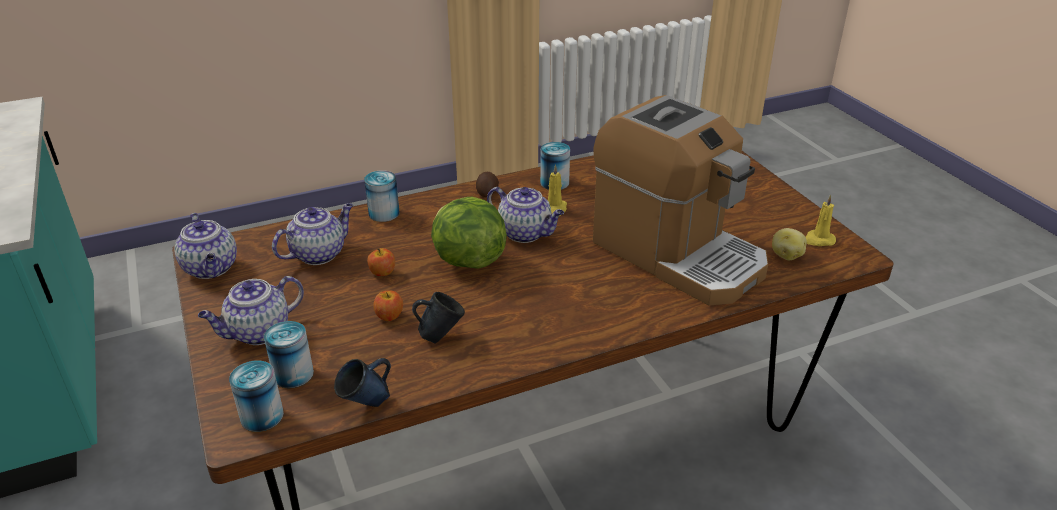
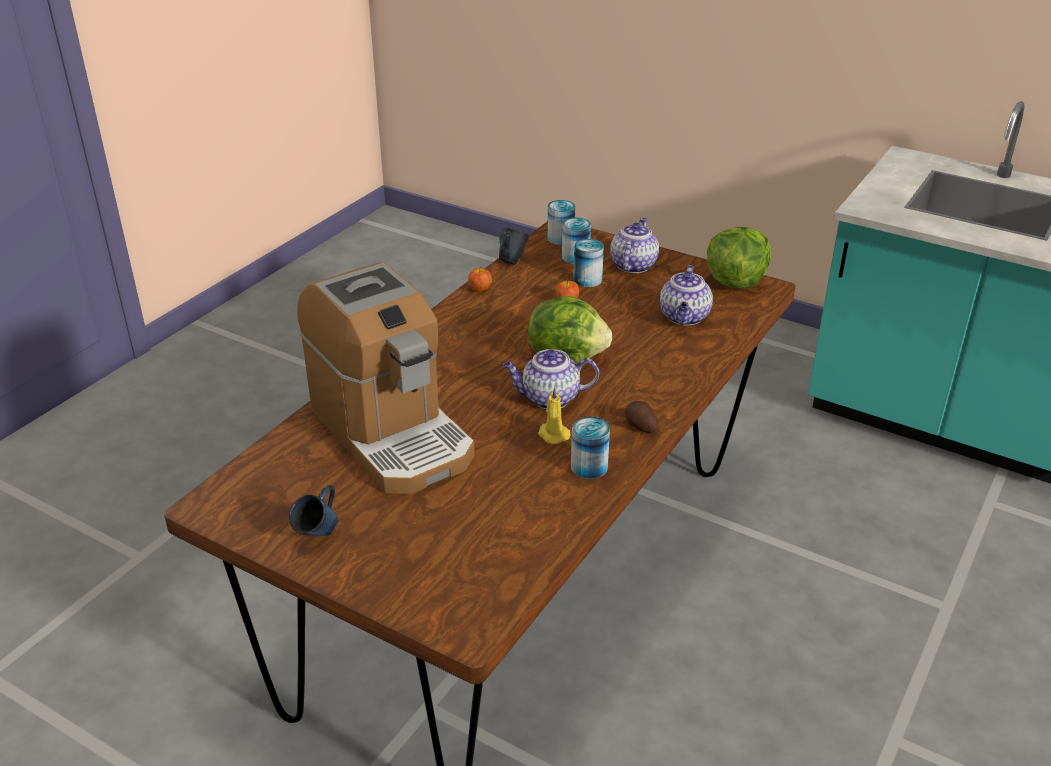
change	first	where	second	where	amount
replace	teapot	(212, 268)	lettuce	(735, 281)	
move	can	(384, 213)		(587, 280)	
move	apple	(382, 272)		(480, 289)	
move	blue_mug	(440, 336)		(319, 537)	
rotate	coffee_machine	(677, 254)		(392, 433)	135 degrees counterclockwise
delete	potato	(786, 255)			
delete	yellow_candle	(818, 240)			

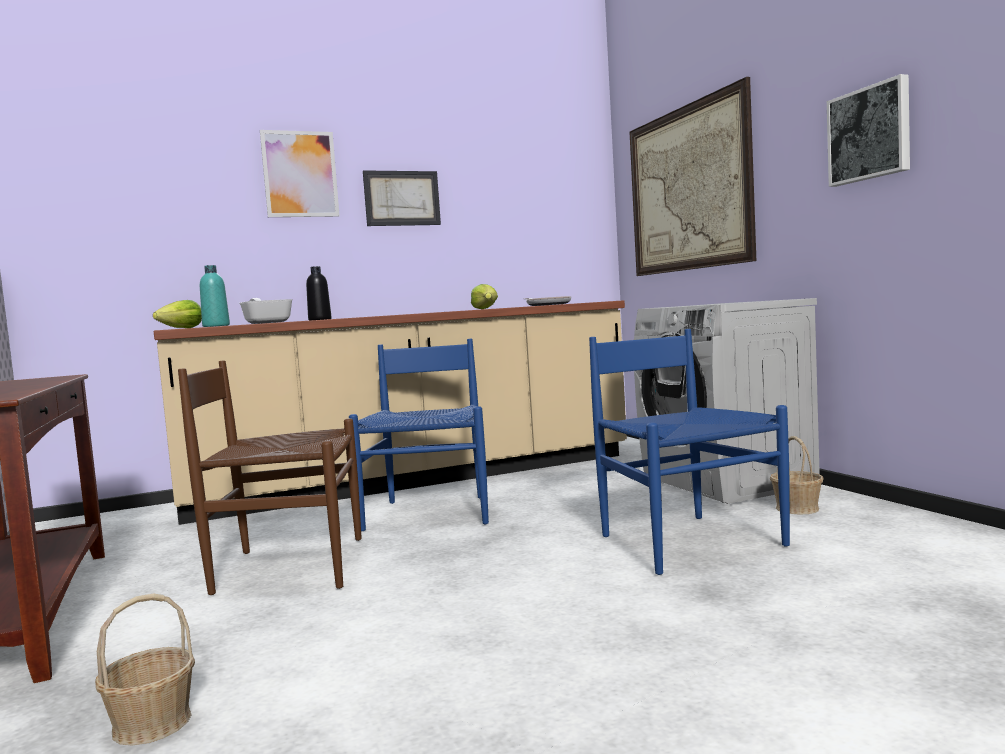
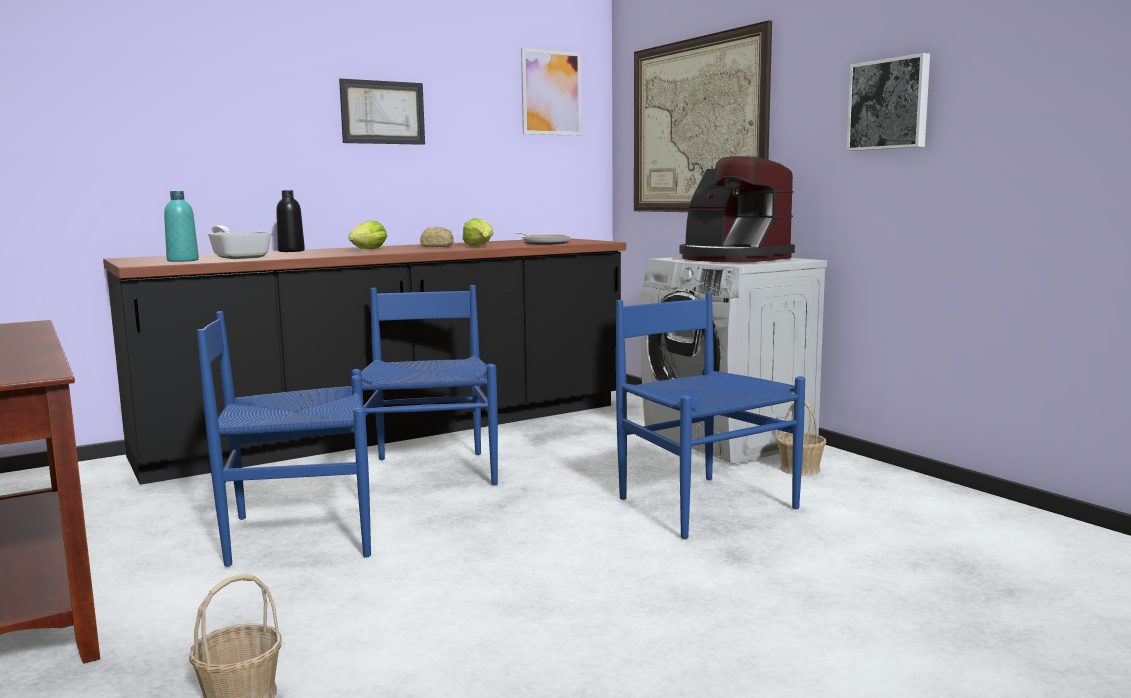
change	first	where	second	where	amount
move	lettuce	(181, 328)		(368, 250)	
recolor	beige_counter	(415, 480)	black_counter	(395, 431)	
recolor	brown_chair	(288, 567)	blue_chair	(299, 534)	
move	picture	(300, 174)		(551, 93)	
insert			bread	(437, 246)	
insert			coffee_machine	(732, 258)	

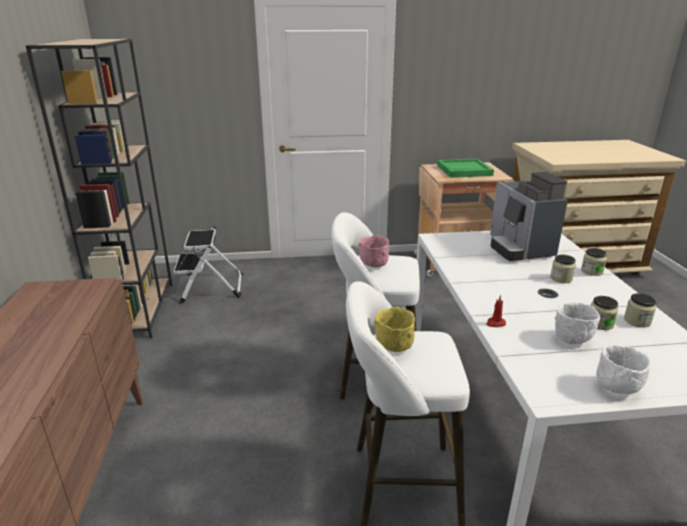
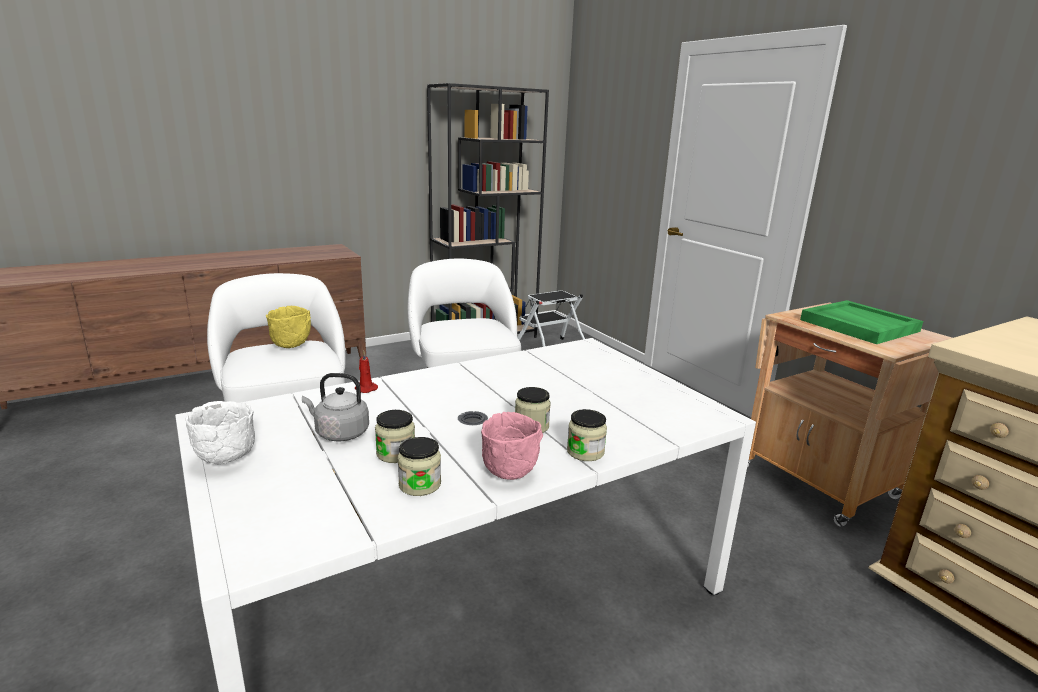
change	first	where	second	where	amount
move	pink_bowl	(374, 265)		(511, 472)	
delete	coffee_machine	(519, 248)			
replace	white_bowl	(572, 340)	grey_kettle	(339, 433)	

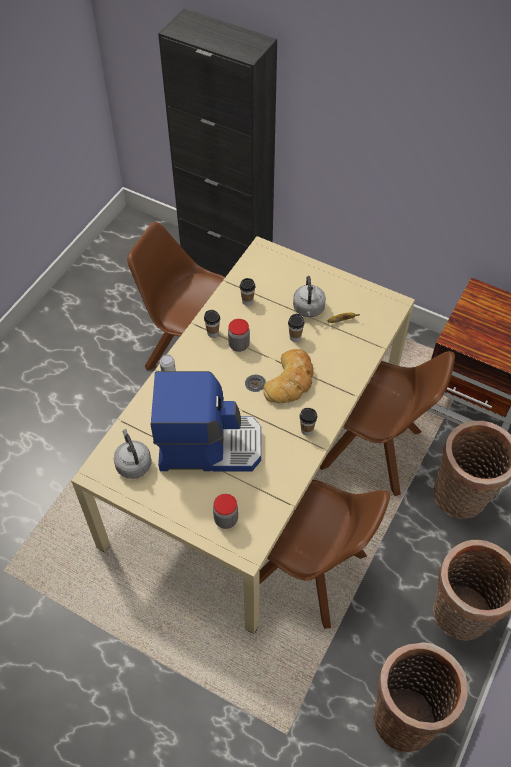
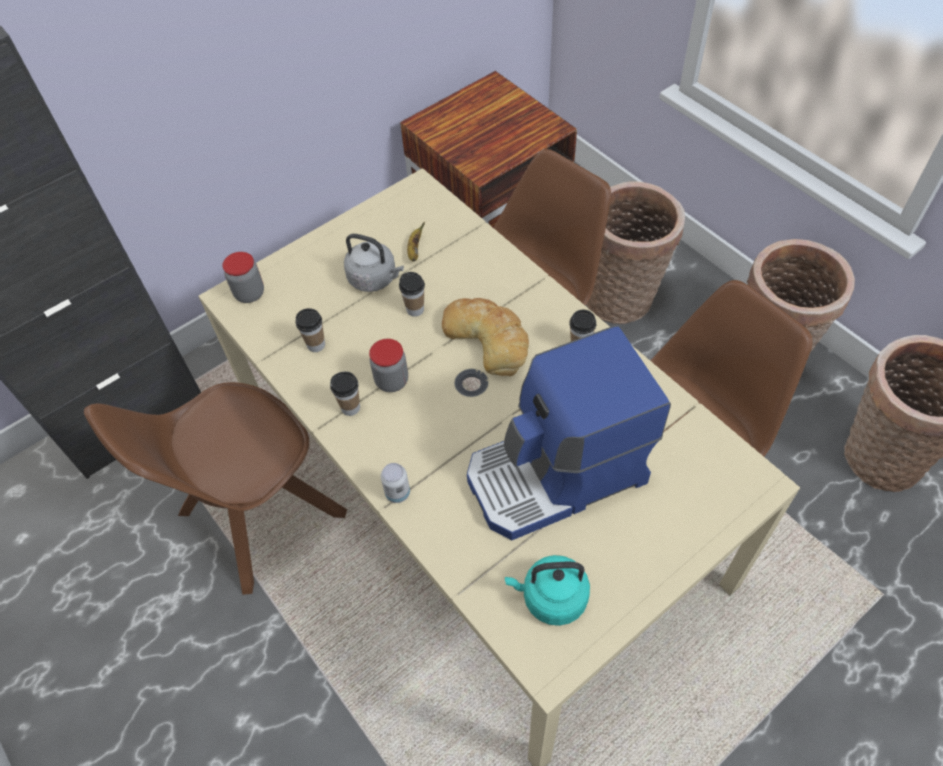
change	first	where	second	where	amount
recolor	grey_kettle	(133, 463)	turquoise_kettle	(551, 598)	
rotate	coffee_machine	(209, 445)		(557, 476)	135 degrees counterclockwise
move	jar	(226, 519)		(249, 293)	

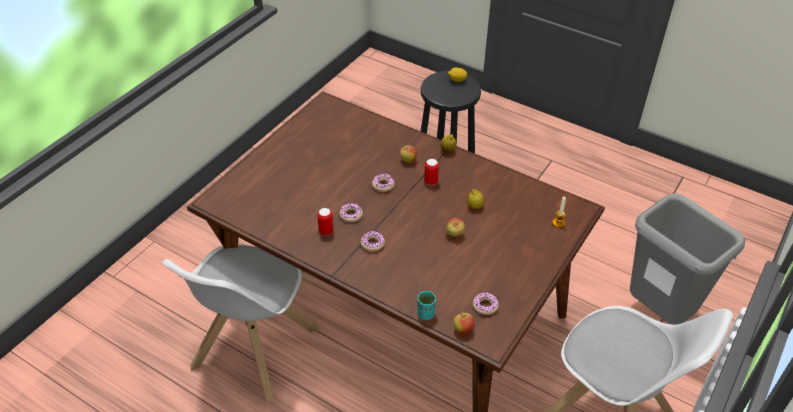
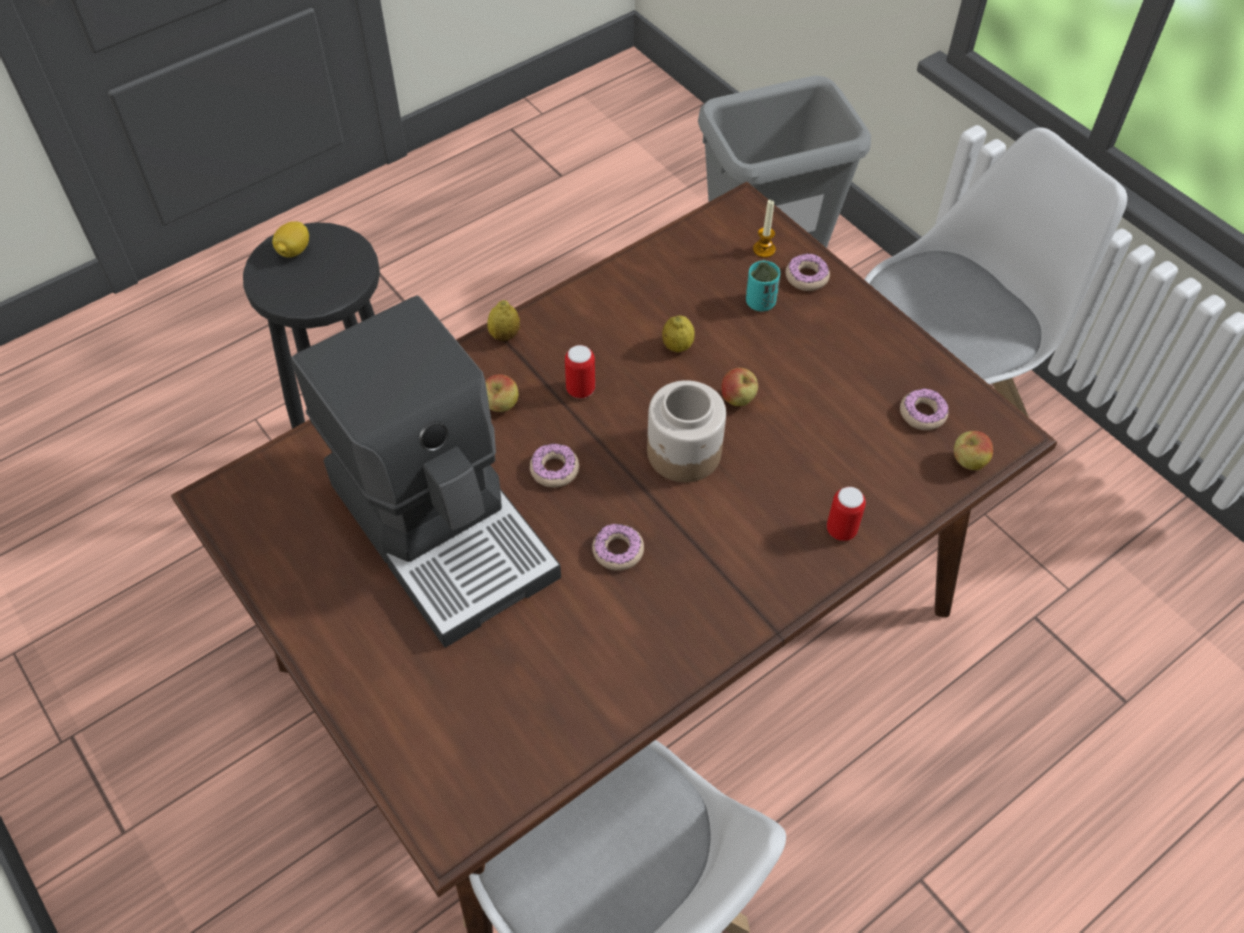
change	first	where	second	where	amount
move	can	(326, 231)		(841, 530)	
move	donut	(372, 244)		(806, 277)	
move	turquoise_cup	(425, 314)		(760, 302)	
insert			coffee_machine	(444, 526)	
insert			jar	(684, 453)	

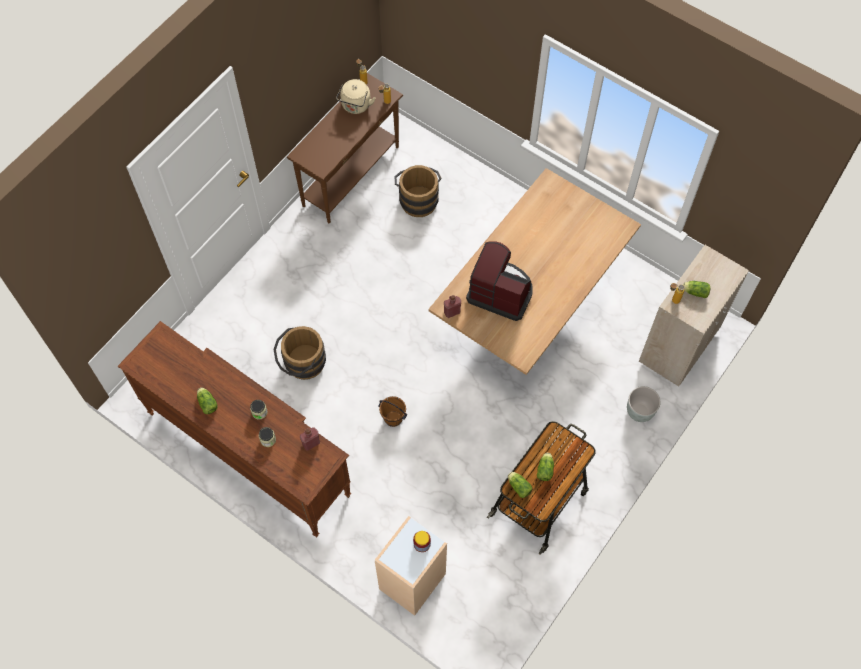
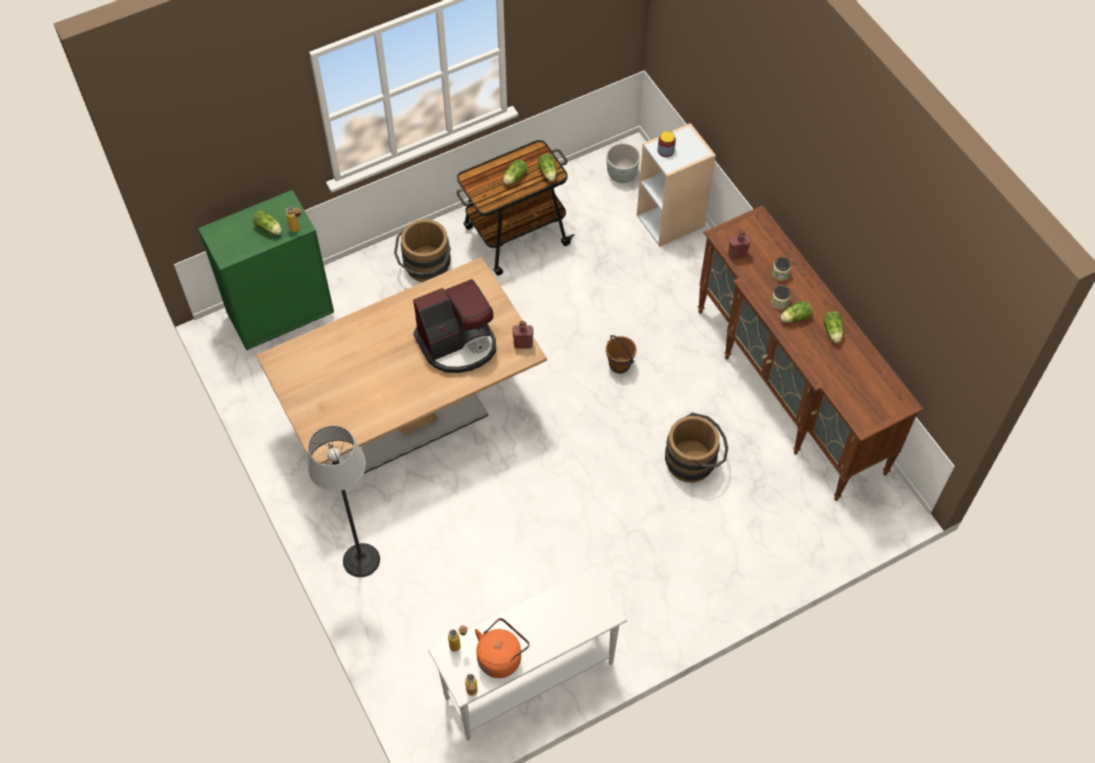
change	first	where	second	where	amount
recolor	brown_console_table	(350, 175)	white_console_table	(529, 682)	
recolor	beige_kettle	(355, 106)	orange_kettle	(501, 657)	
move	brown_bucket	(418, 199)		(426, 269)	
rotate	coffee_machine	(500, 292)		(458, 344)	75 degrees counterclockwise
move	grey_planter	(639, 412)		(622, 175)	
recolor	beige_cabinet	(678, 348)	green_cabinet	(282, 315)	
insert			floor_lamp	(361, 559)	
insert			lettuce	(794, 317)	

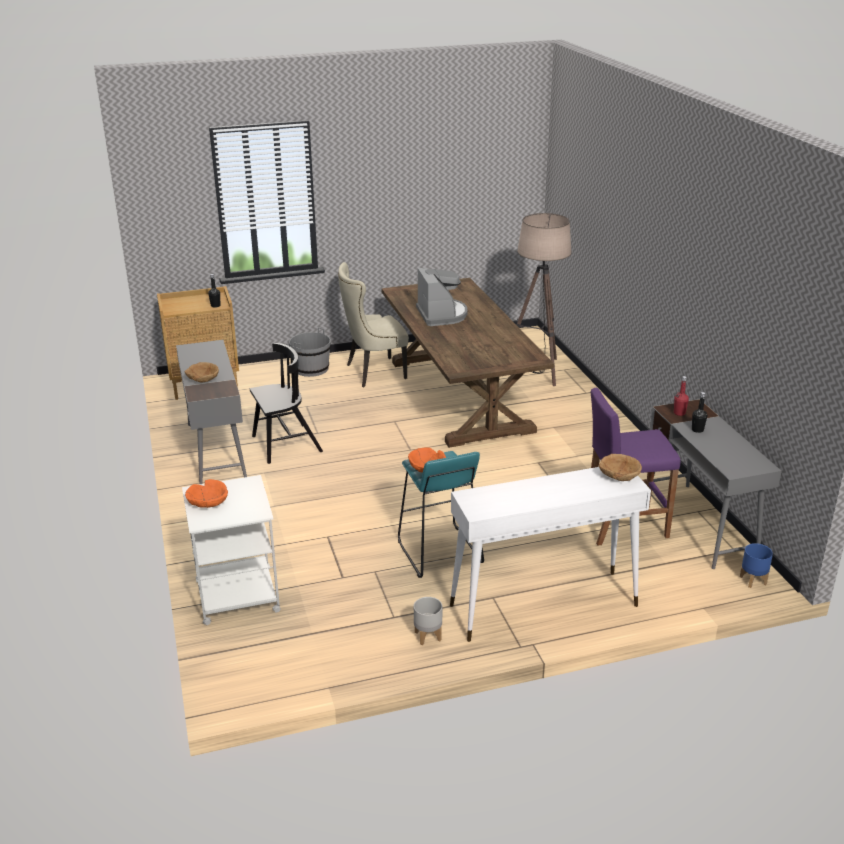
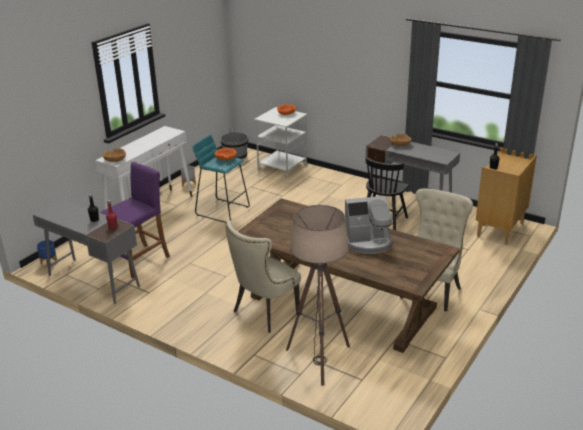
change	first	where	second	where	amount
move	grey_bucket	(311, 369)		(235, 156)	
rotate	coffee_machine	(442, 315)		(367, 242)	45 degrees counterclockwise
insert			beige_chair	(265, 312)	

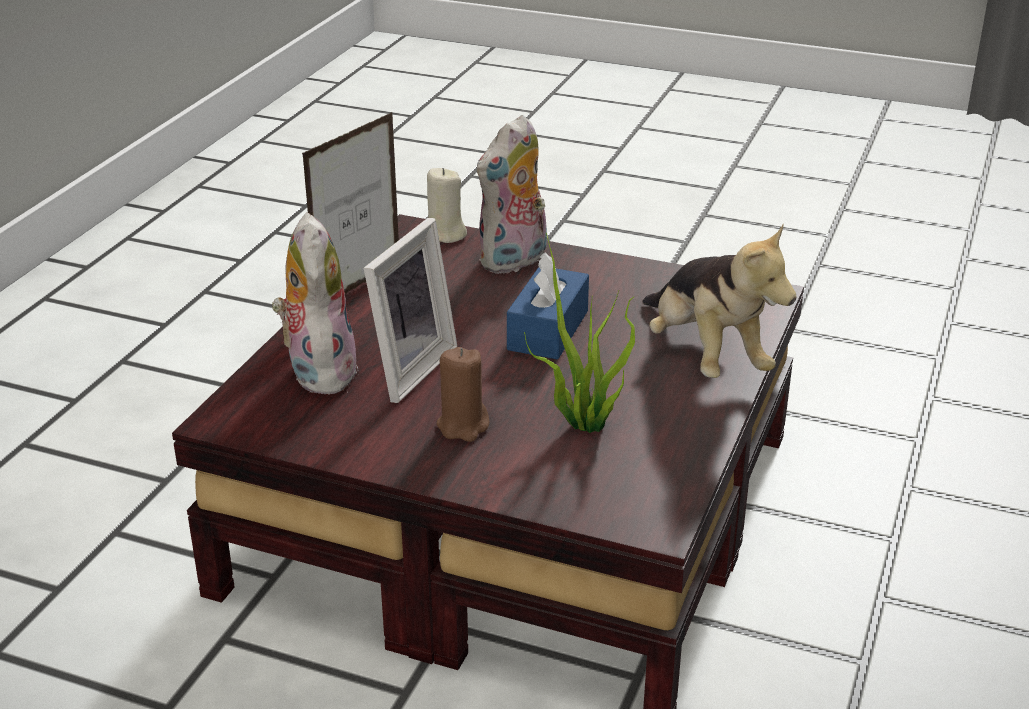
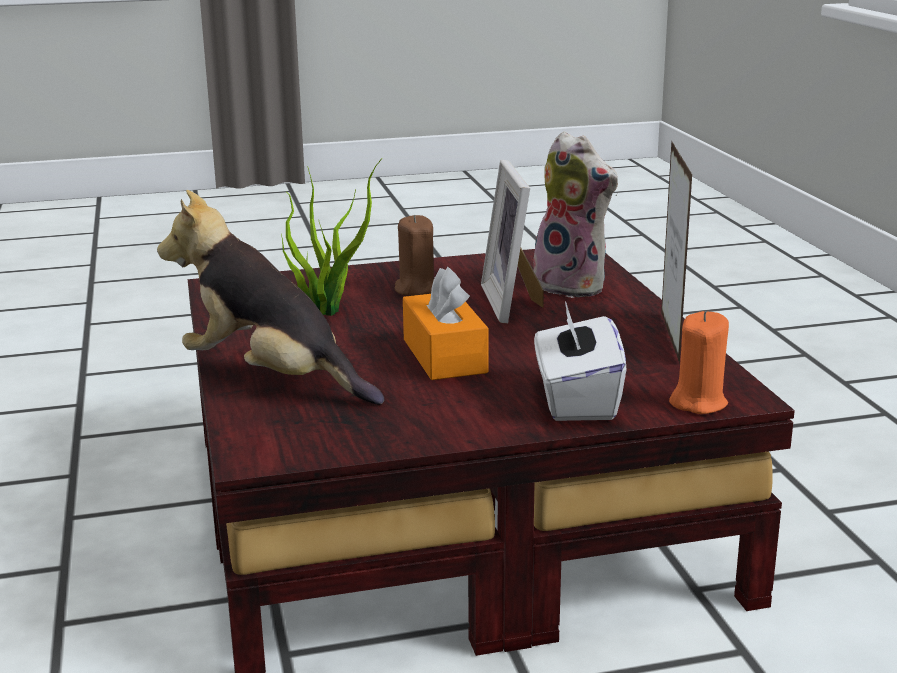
change	first	where	second	where	amount
recolor	beige_candle	(444, 235)	orange_candle	(698, 402)	
replace	plush_toy	(514, 261)	white_tissue_box	(576, 400)	
recolor	blue_tissue_box	(548, 330)	orange_tissue_box	(444, 356)	

